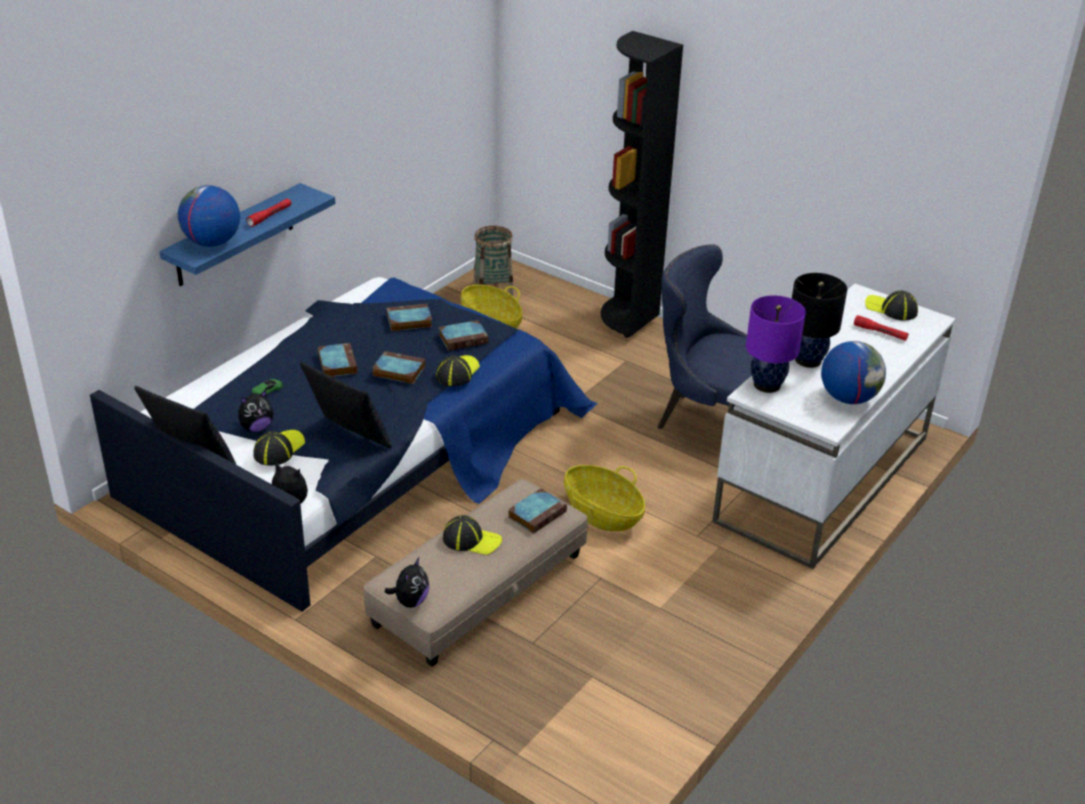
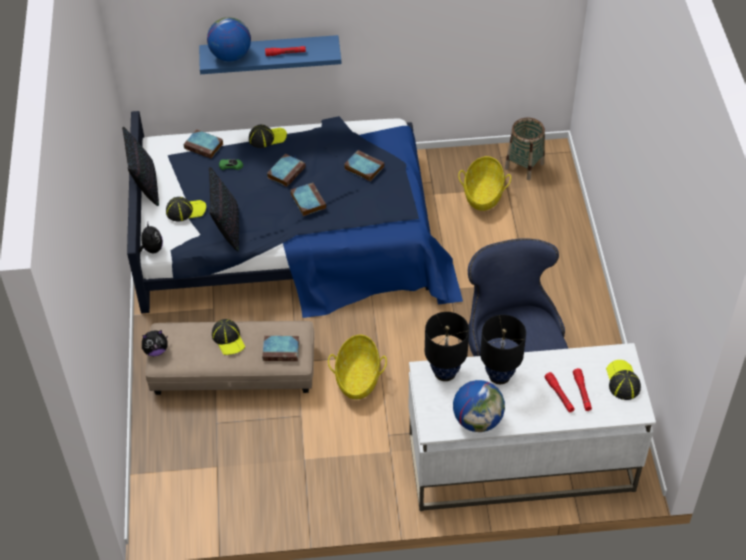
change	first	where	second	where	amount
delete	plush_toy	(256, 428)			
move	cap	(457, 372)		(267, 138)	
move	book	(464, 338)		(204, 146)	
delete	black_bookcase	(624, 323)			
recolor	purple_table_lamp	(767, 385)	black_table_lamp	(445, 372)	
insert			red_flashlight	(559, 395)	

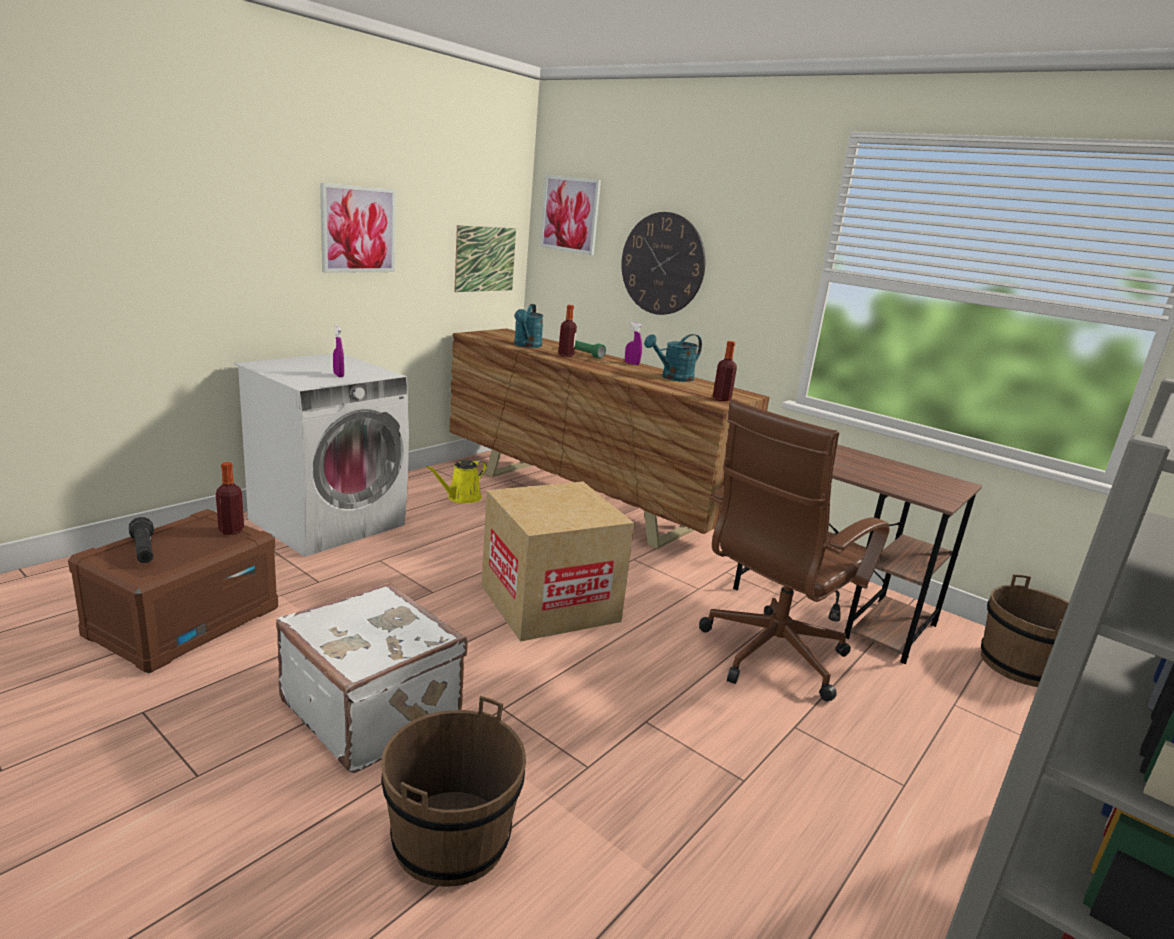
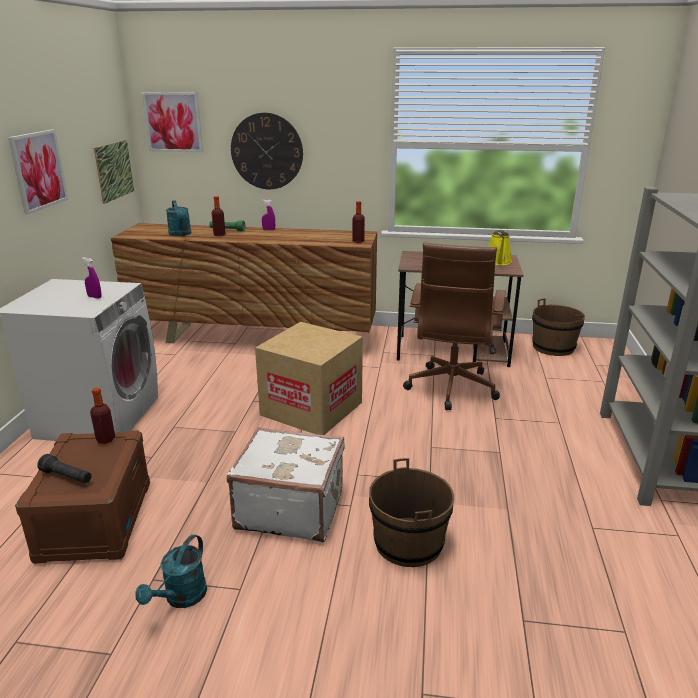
change	first	where	second	where	amount
move	yellow_watering_can	(461, 498)		(498, 262)	
move	turquoise_watering_can	(673, 378)		(181, 598)	

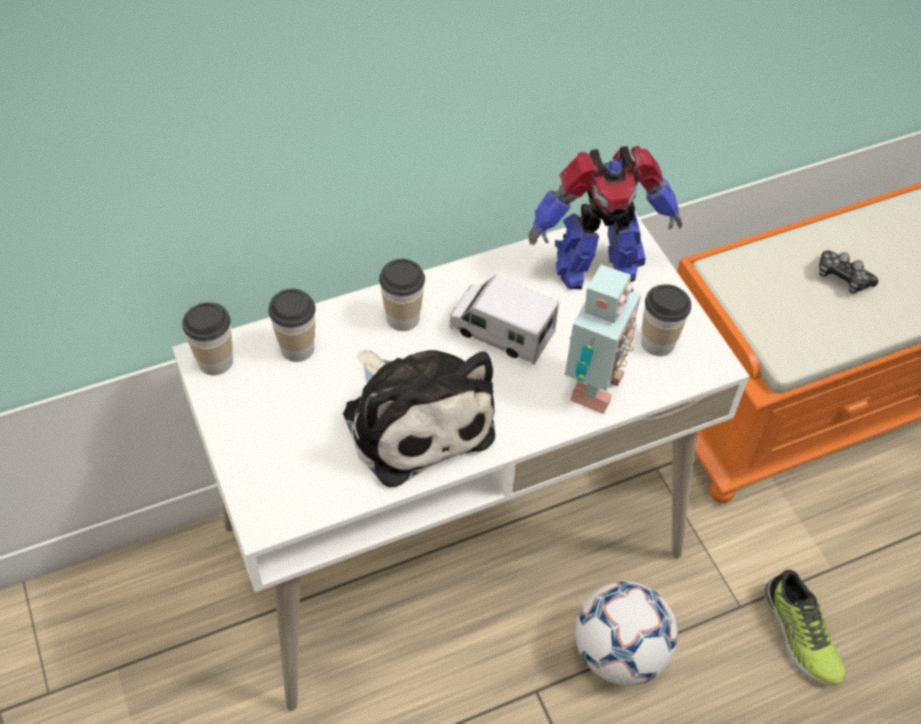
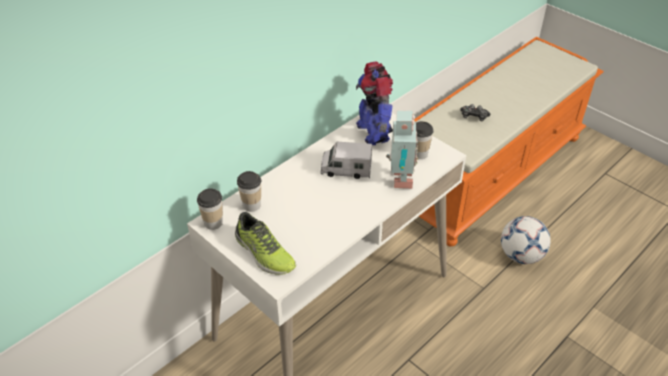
change	first	where	second	where	amount
delete	plush_toy	(415, 418)			
delete	cup	(403, 318)			
rotate	toy_robot	(594, 267)		(373, 132)	105 degrees clockwise
move	football	(619, 653)		(521, 255)	
move	shoe	(799, 635)		(263, 253)	

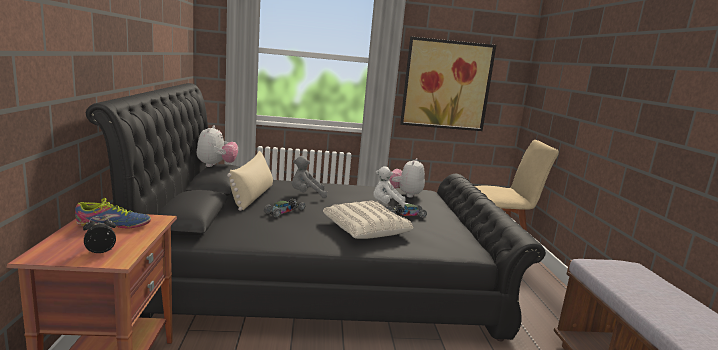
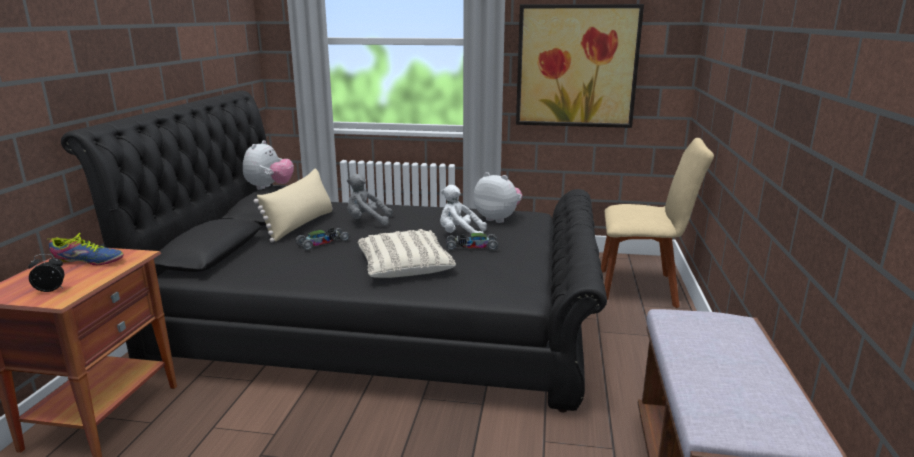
change	first	where	second	where	amount
rotate	plush_toy	(405, 194)		(498, 219)	90 degrees clockwise

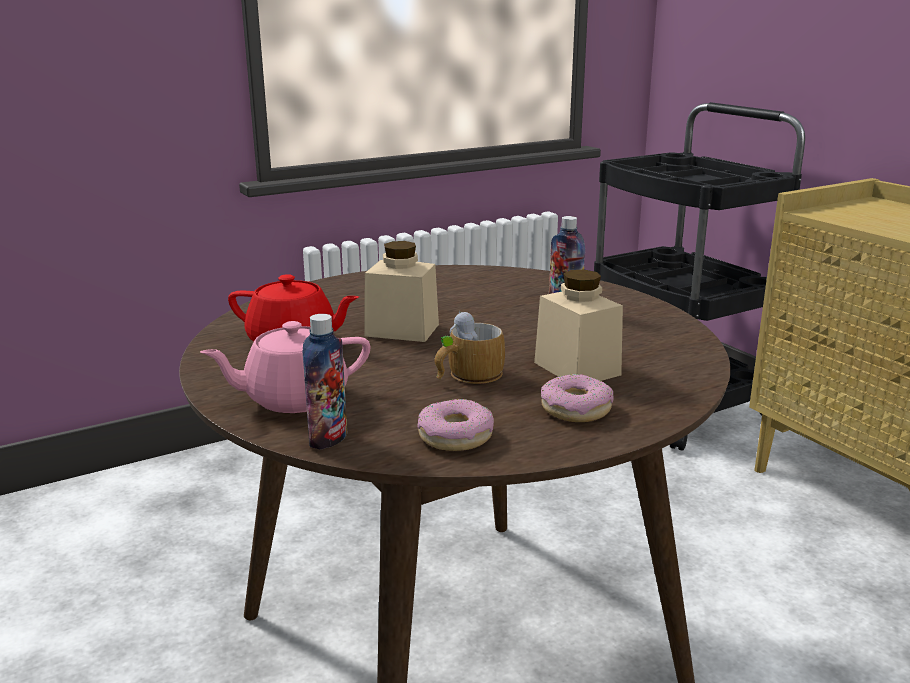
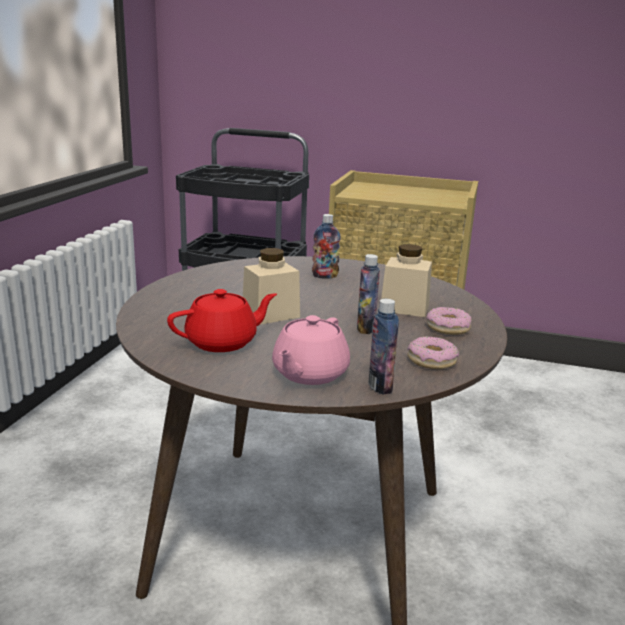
change	first	where	second	where	amount
replace	mug	(467, 376)	bottle	(366, 328)	

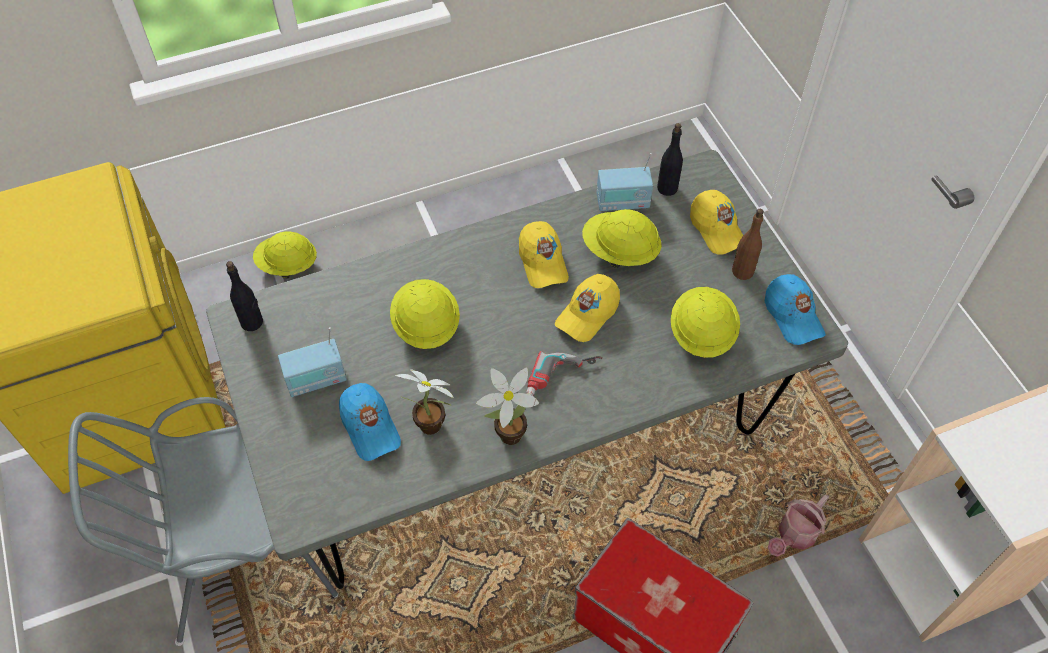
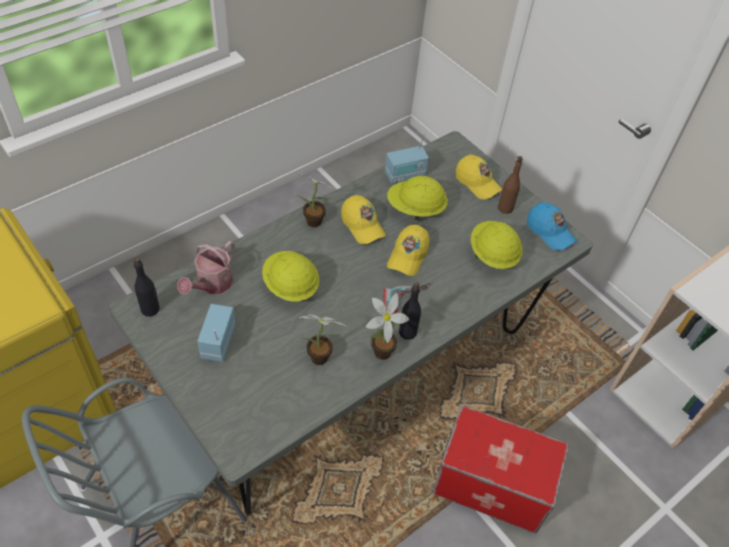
change	first	where	second	where	amount
delete	yellow_hard_hat	(287, 265)			
rotate	radio	(316, 380)		(218, 342)	135 degrees clockwise
delete	blue_cap	(370, 427)			
move	black_bottle	(667, 188)		(407, 332)	
move	watering_can	(793, 536)		(211, 284)	
insert			potted_plant	(316, 223)	

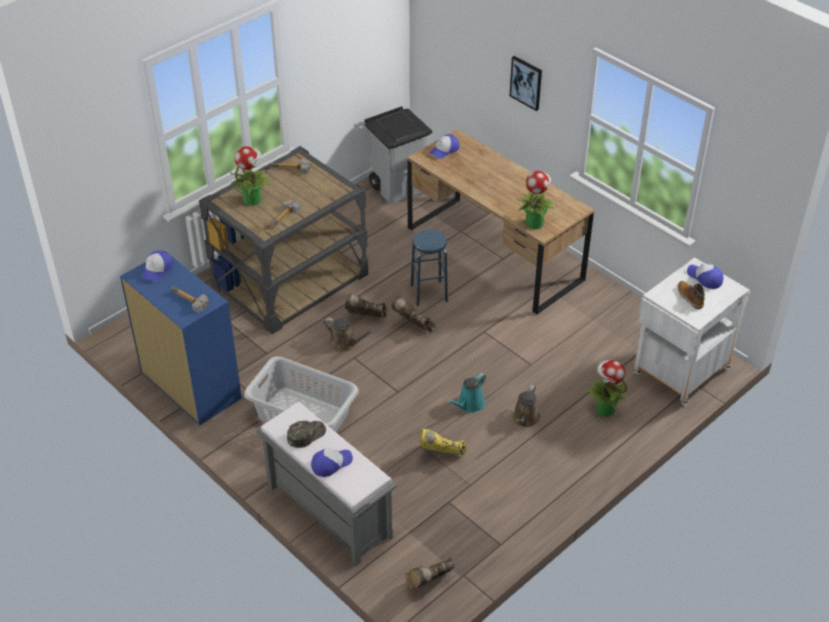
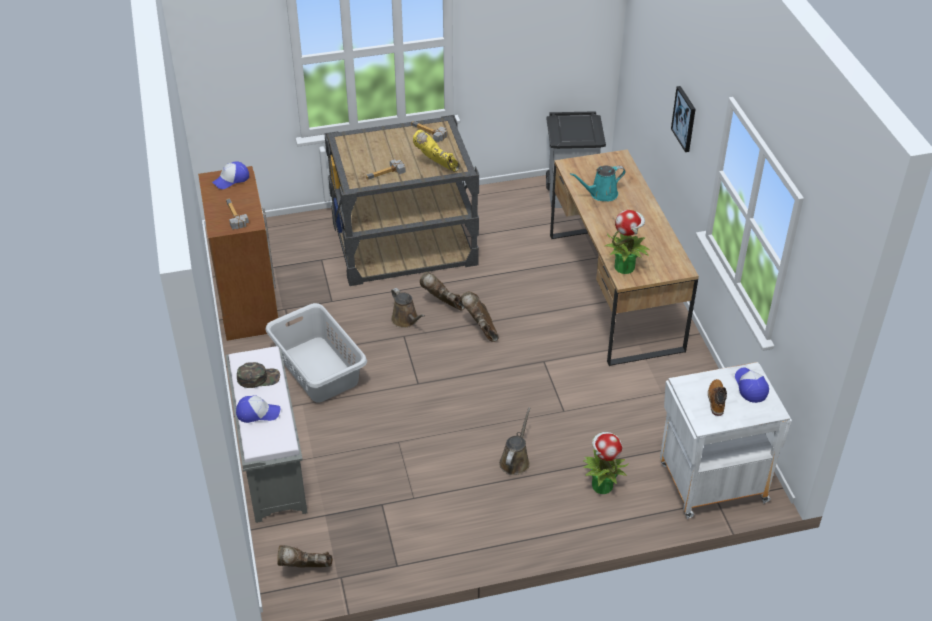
change	first	where	second	where	amount
recolor	blue_cabinet	(190, 384)	brown_cabinet	(247, 302)	
delete	potted_plant	(252, 199)			
delete	blue_stool	(428, 293)			
move	yellow_boot	(441, 454)		(436, 165)	
delete	cap	(444, 150)			
move	turquoise_watering_can	(469, 405)		(601, 194)	
rotate	brown_watering_can	(525, 419)		(515, 460)	150 degrees clockwise

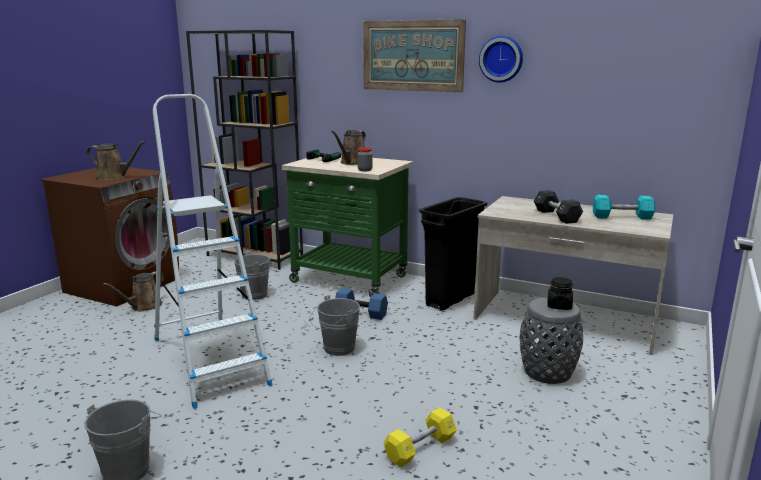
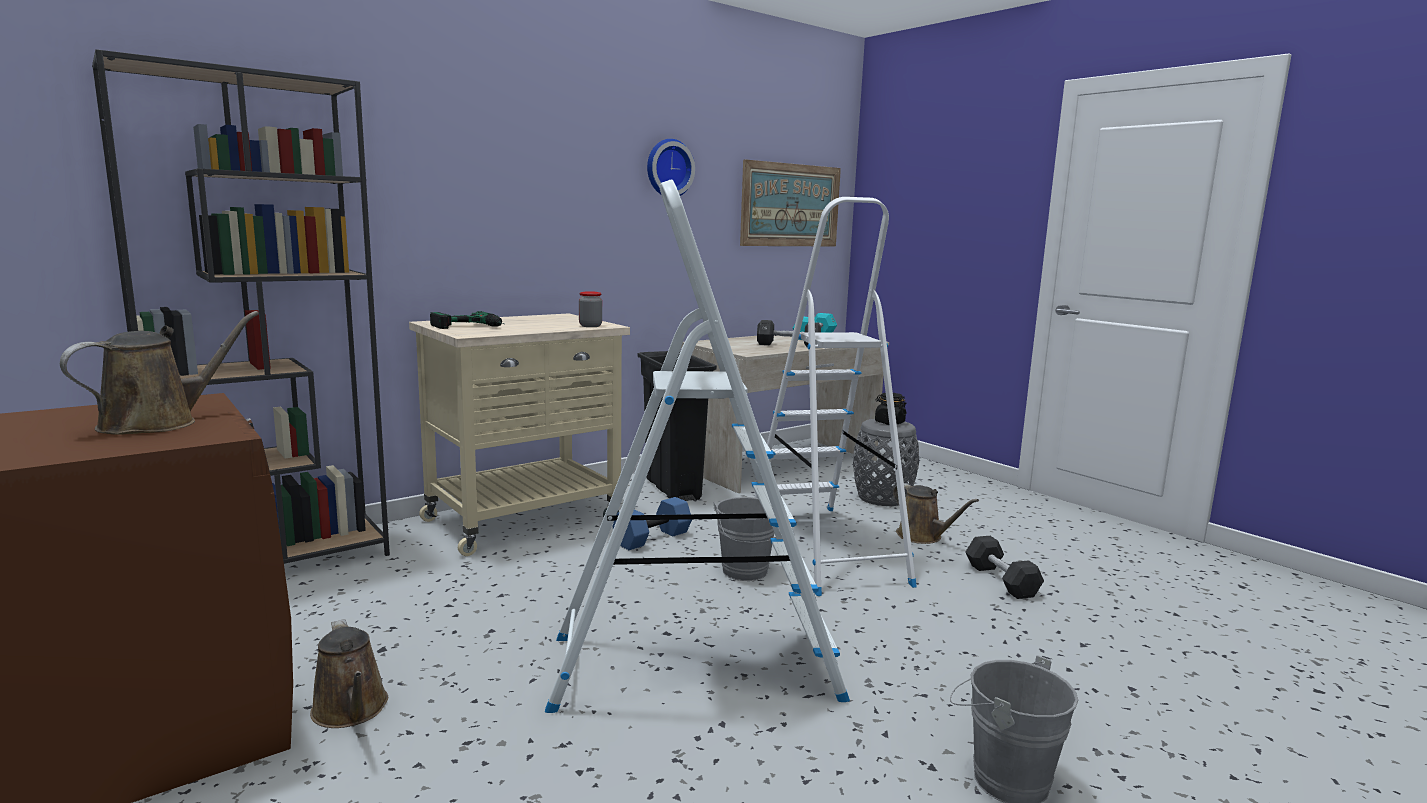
change	first	where	second	where	amount
delete	grey_bucket	(257, 294)			
recolor	green_cart	(350, 279)	beige_cart	(523, 520)	
move	brown_watering_can	(352, 163)		(922, 537)	
move	picture	(412, 56)		(791, 205)	
recolor	yellow_dumbbell	(420, 448)	black_dumbbell	(1001, 580)	
insert			white_step_ladder	(823, 546)	

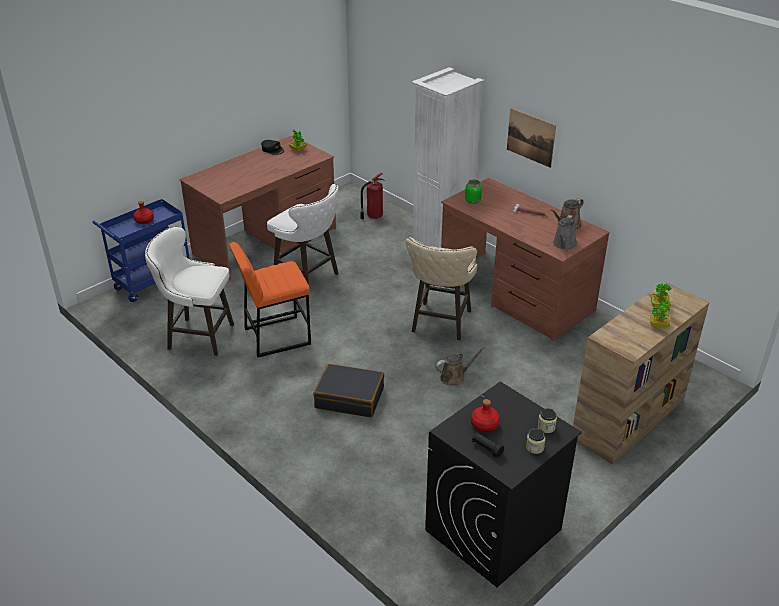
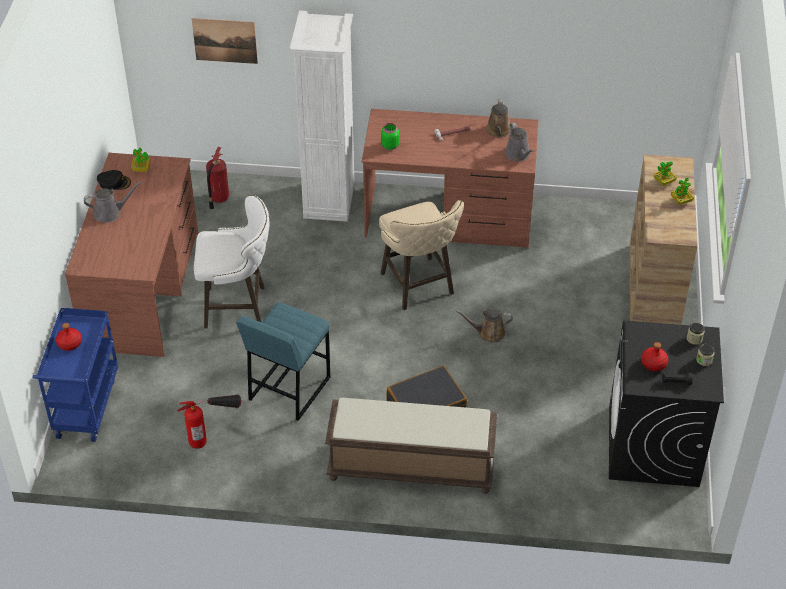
change	first	where	second	where	amount
replace	white_stool	(197, 336)	fire_extinguisher	(213, 435)	
recolor	orange_stool	(275, 337)	blue_stool	(288, 390)	
rotate	brown_watering_can	(455, 377)		(488, 333)	120 degrees counterclockwise
move	picture	(531, 137)		(225, 40)	
insert			grey_watering_can	(110, 213)	
insert			brown_bench	(410, 467)	

